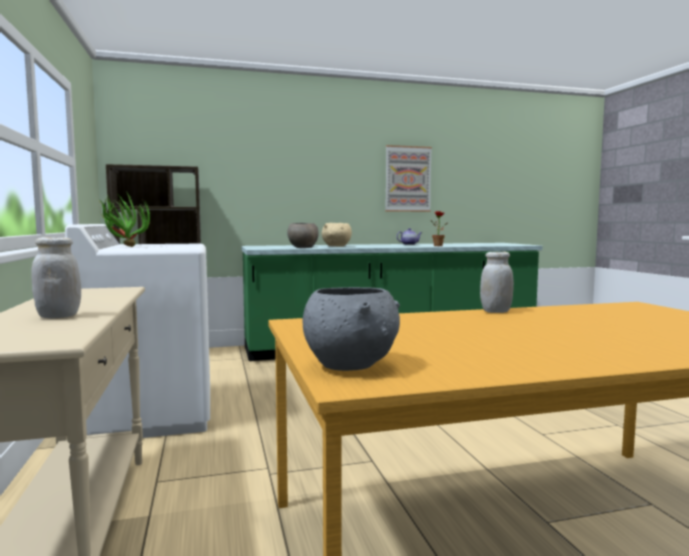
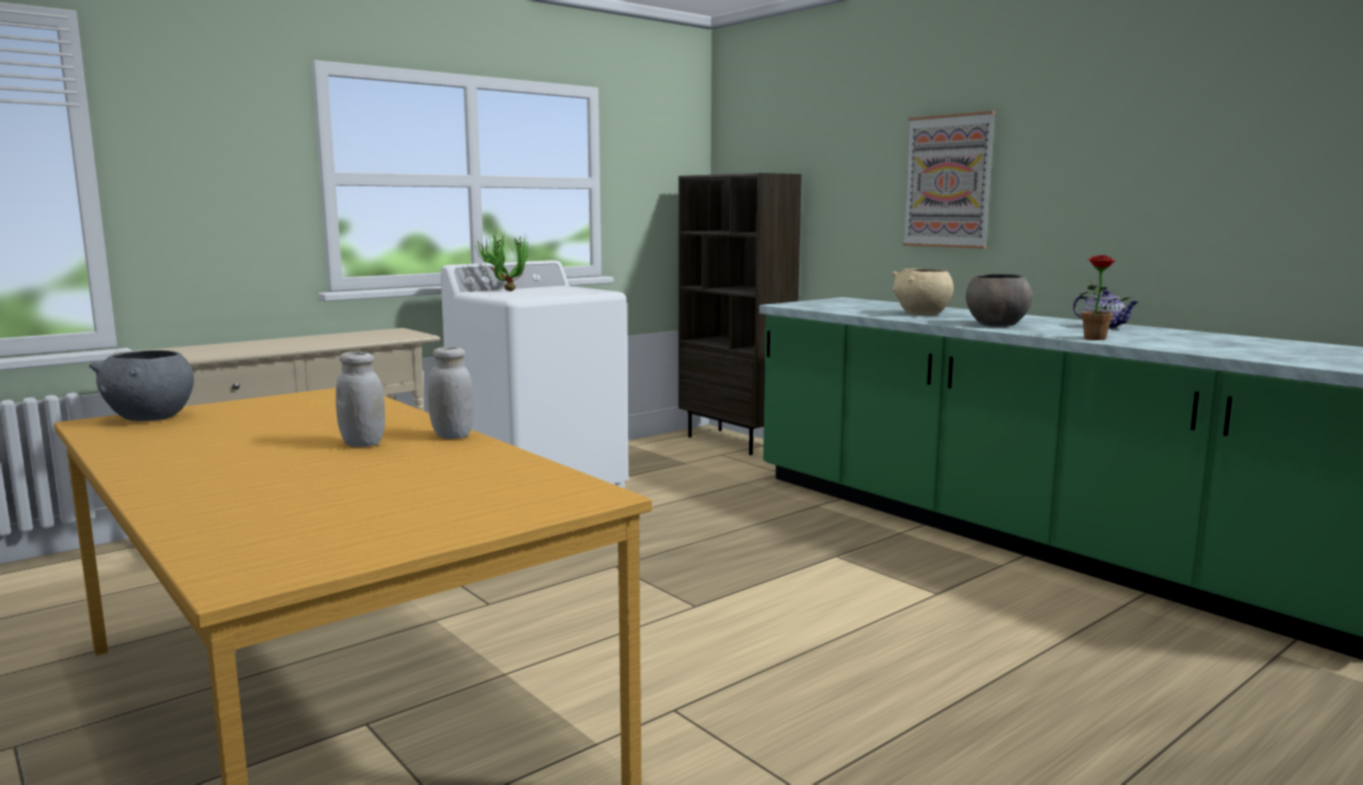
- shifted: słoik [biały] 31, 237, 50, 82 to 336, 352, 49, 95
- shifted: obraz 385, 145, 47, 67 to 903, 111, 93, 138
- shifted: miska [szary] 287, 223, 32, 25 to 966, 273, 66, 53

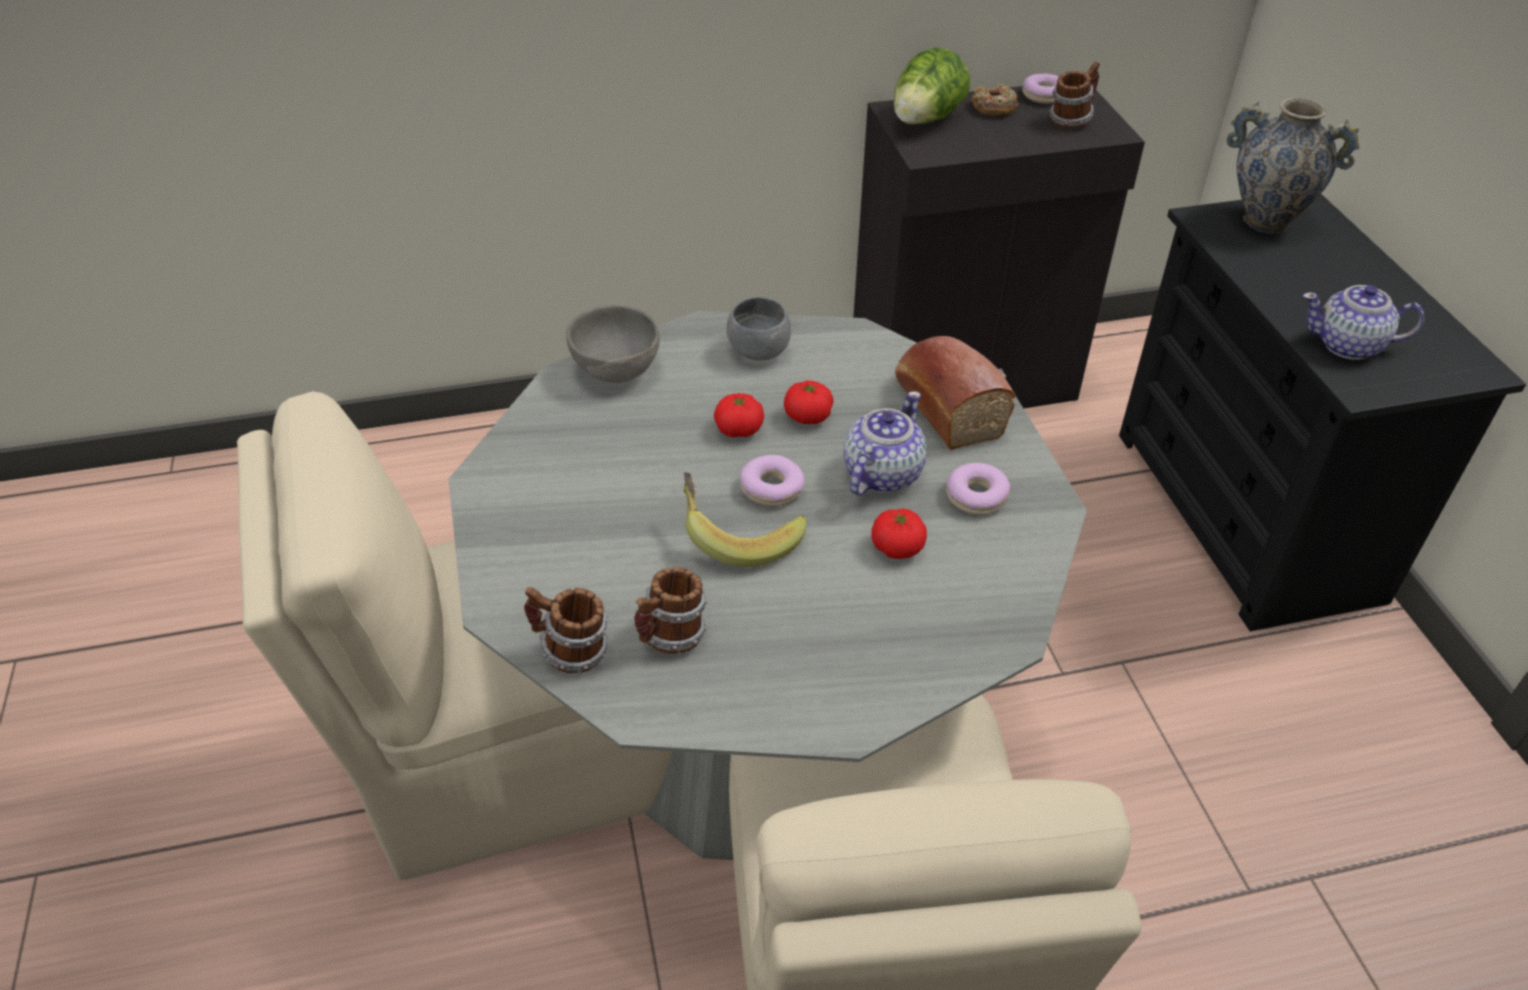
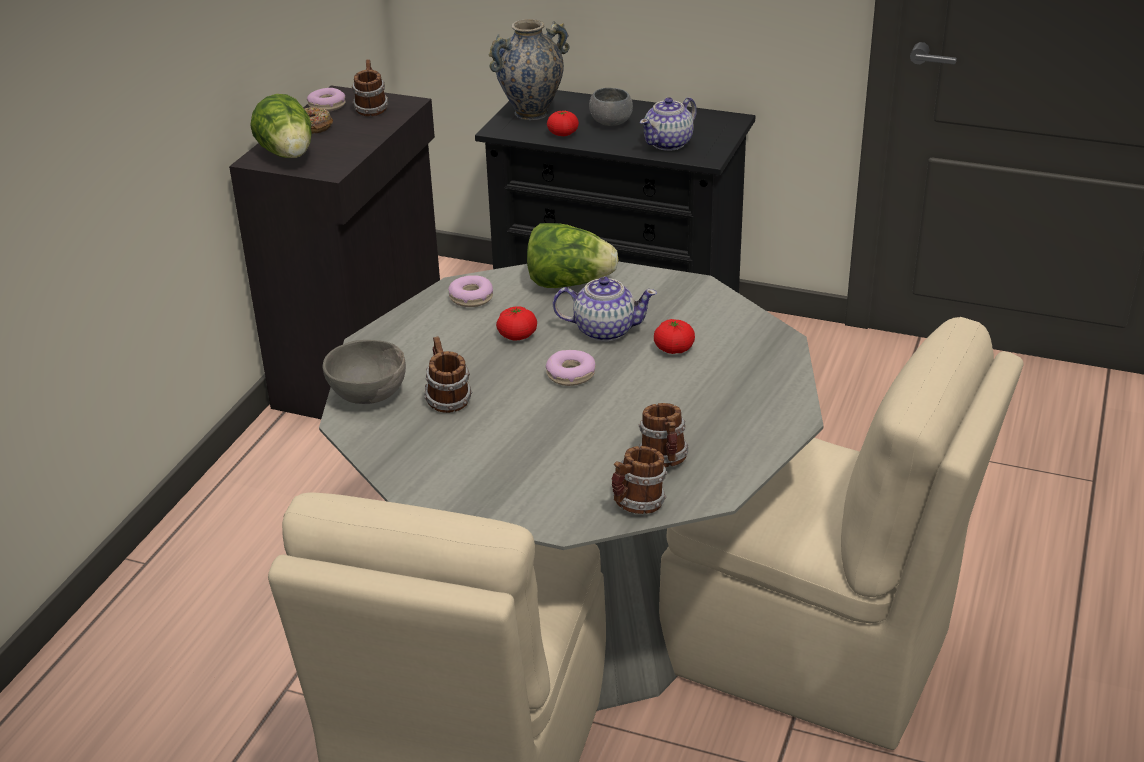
- new: kubek 424, 336, 48, 77
- shifted: donut 946, 463, 64, 52 to 448, 275, 45, 32
- swapped: chleb 895, 336, 121, 114 to sałata 527, 223, 91, 65
- shifted: pomidor 714, 393, 50, 44 to 547, 111, 32, 25
- rotated: imbryk 843, 391, 83, 105 = 553, 277, 104, 65 120 degrees clockwise
- shifted: miska [szary] 726, 297, 65, 64 to 589, 88, 44, 38
- gone: banan 684, 472, 123, 95

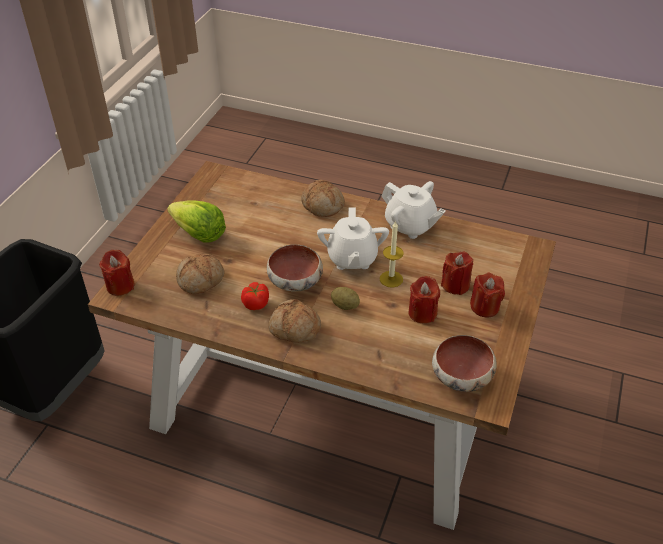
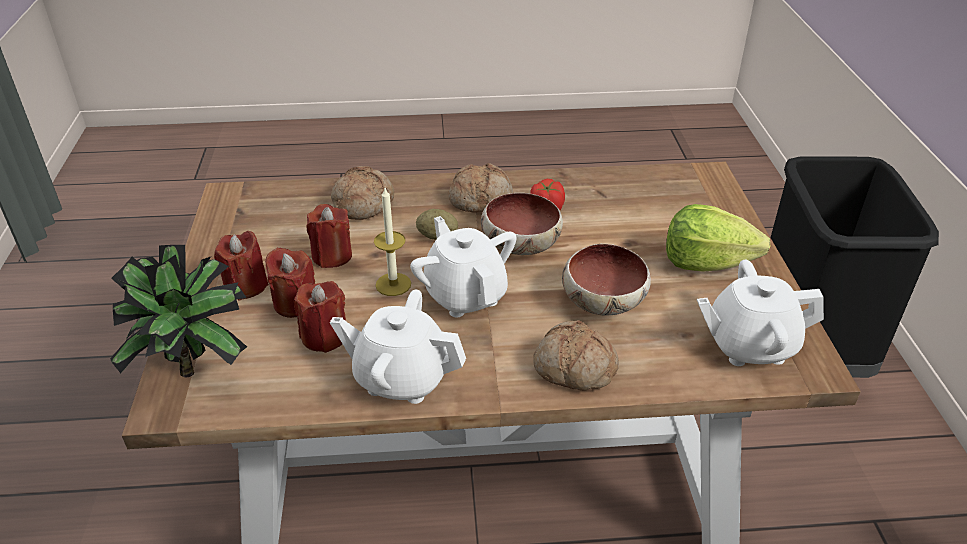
- new: roślina doniczkowa 110, 245, 137, 132
- shifted: świeca [czerwony] 99, 250, 36, 46 to 294, 281, 52, 72
- shifted: chleb 176, 253, 48, 41 to 331, 166, 63, 54
- shifted: miska 432, 335, 65, 57 to 562, 244, 89, 72
- new: imbryk [biały] 697, 260, 127, 106

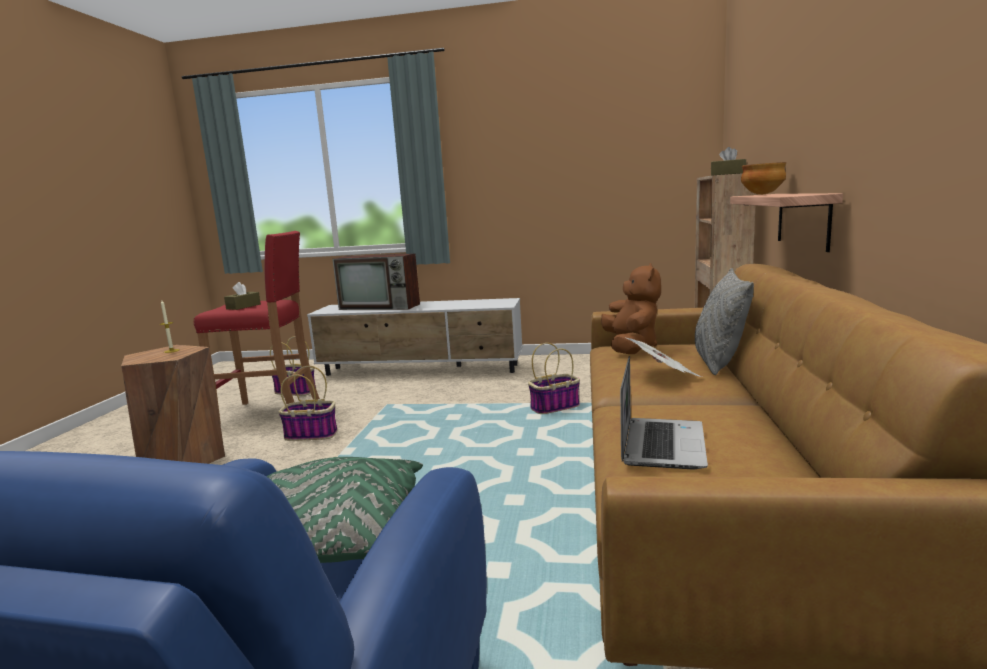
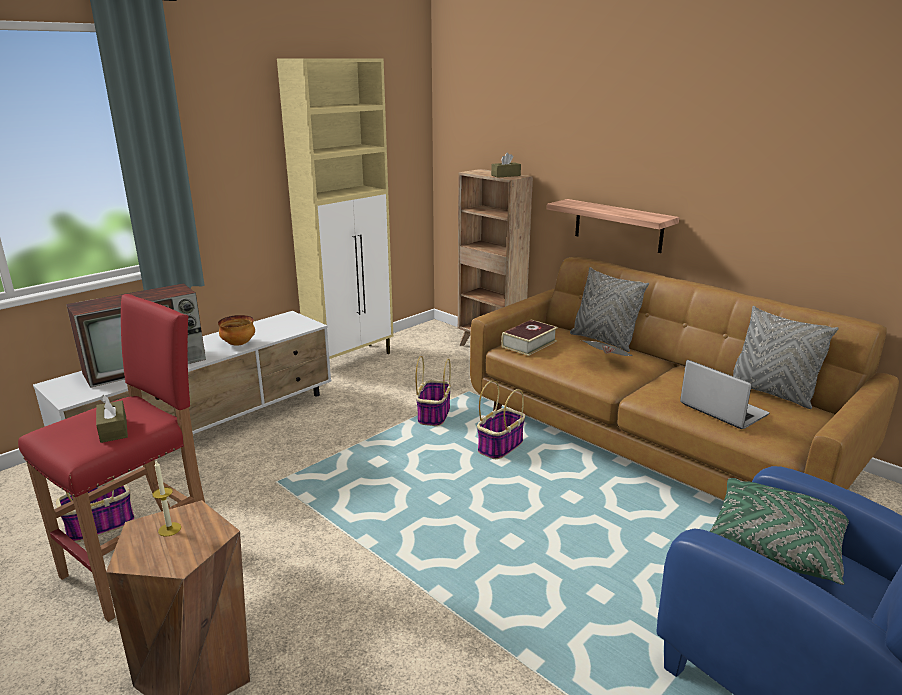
- shifted: miska 741, 162, 45, 33 to 218, 315, 37, 31
- new: szafka [beżowy] 277, 58, 116, 301
- shifted: koszyk 278, 366, 59, 75 to 477, 381, 48, 78
- swapped: pluszak [brązowy] 601, 263, 60, 91 to książka 501, 320, 57, 36
- new: poduszka [szary] 733, 306, 106, 103

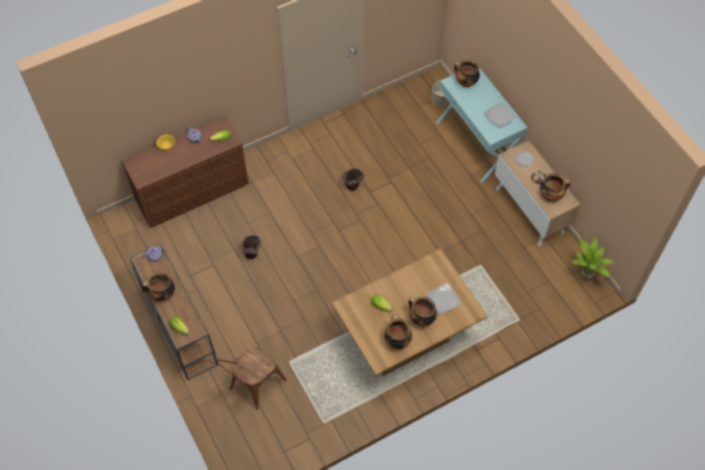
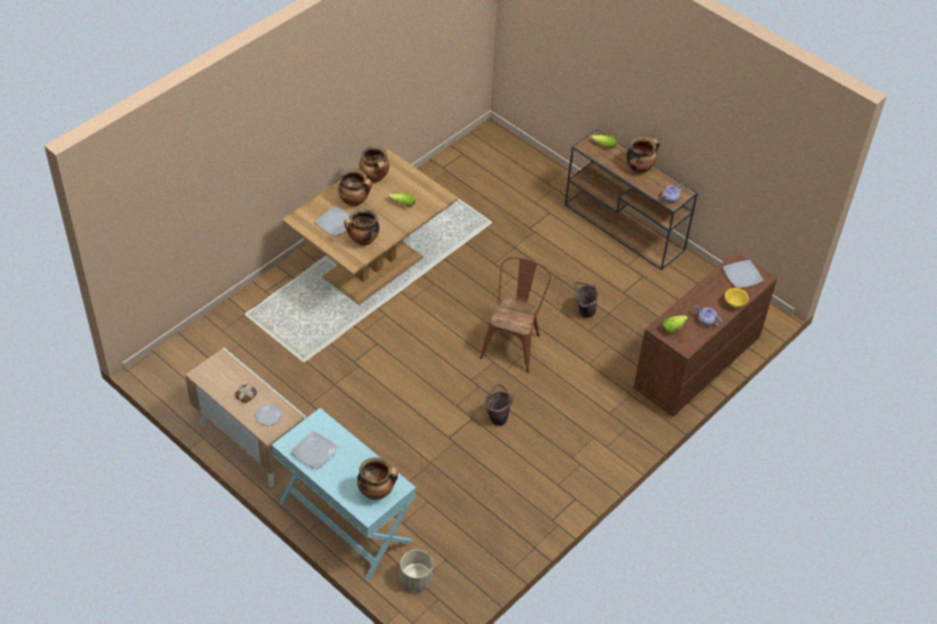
- shifted: garnek 540, 173, 31, 29 to 344, 208, 35, 38
- shifted: krzesło [brązowy] 217, 346, 69, 64 to 480, 257, 71, 115
- new: talerz 723, 260, 41, 28
- gone: roślina doniczkowa 571, 237, 43, 44

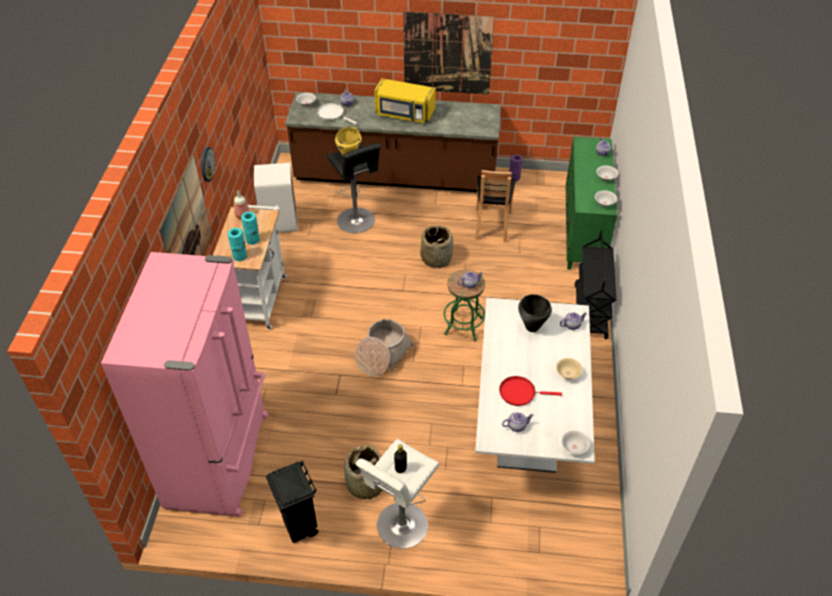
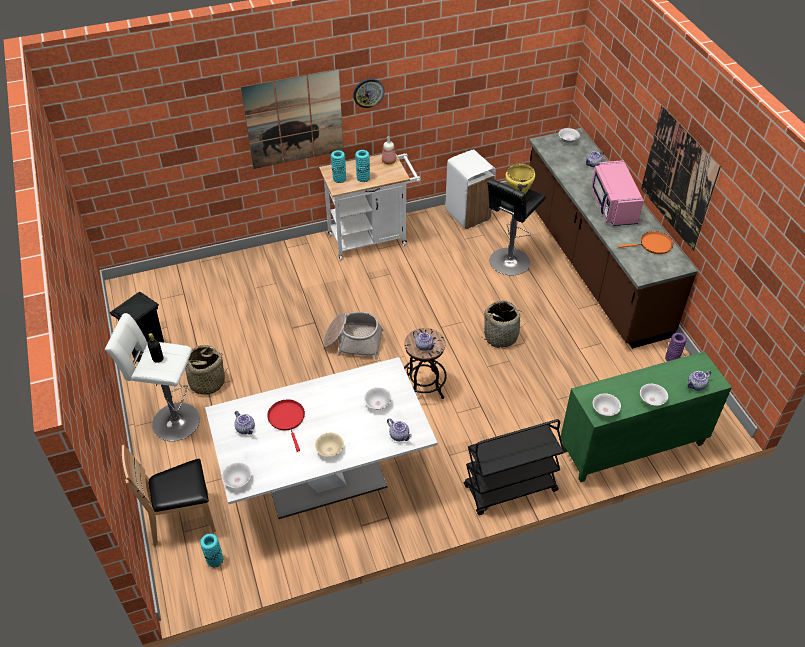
- shifted: krzesło [brązowy] 475, 170, 41, 72 to 122, 445, 94, 101
- new: wazon [turkusowy] 200, 534, 23, 33
- swapped: garnek [czarny] 518, 294, 34, 38 to miska [biały] 364, 387, 28, 23
- repainted: stołek [zielony] 444, 269, 41, 72 to stołek [czarny] 404, 328, 43, 71
- repainted: mikrofalówka [żółty] 374, 78, 62, 45 to mikrofalówka [różowy] 591, 160, 53, 66
- new: patelnia [pomarańczowy] 618, 231, 55, 23
- gone: lodówka [różowy] 101, 252, 167, 265
- gone: patelnia [biały] 317, 103, 40, 21

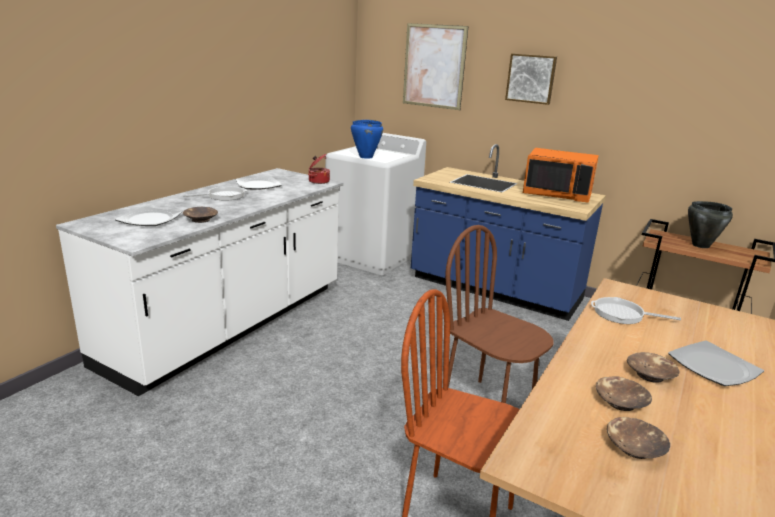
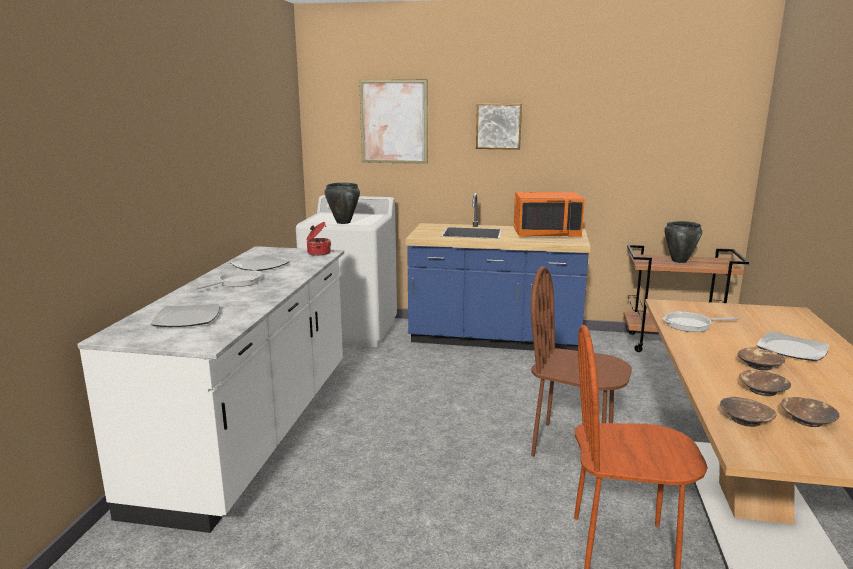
- repainted: garnek [niebieski] 351, 120, 32, 39 to garnek [czarny] 325, 182, 35, 42
- shifted: miska [brązowy] 183, 207, 35, 16 to 720, 397, 56, 30

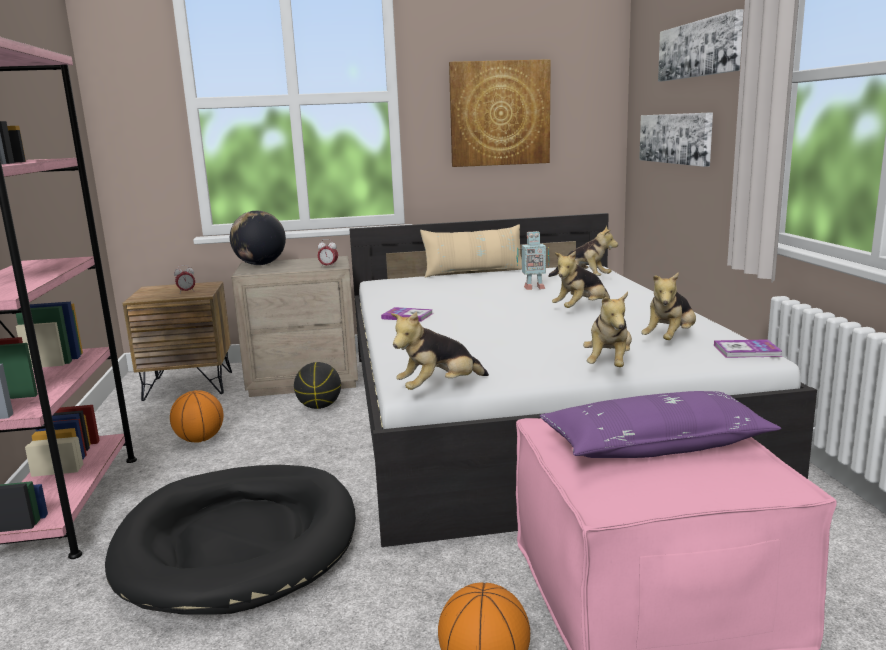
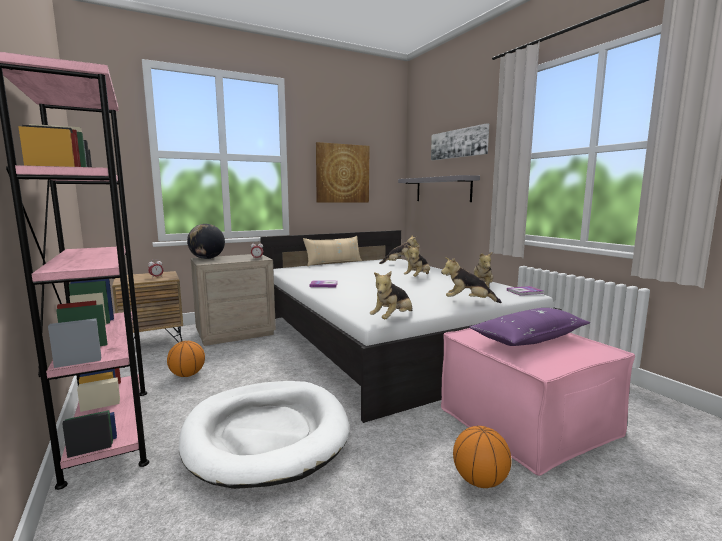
- repainted: legowisko [czarny] 105, 465, 251, 150 to legowisko [biały] 179, 381, 170, 108
- swapped: obraz 639, 112, 74, 55 to półka [szary] 398, 175, 82, 27
- rotated: pluszak 583, 292, 49, 75 = 441, 257, 61, 46 105 degrees clockwise
- gone: piłka do koszykówki 294, 362, 47, 47
- gone: robot zabawkowy 517, 231, 32, 59

